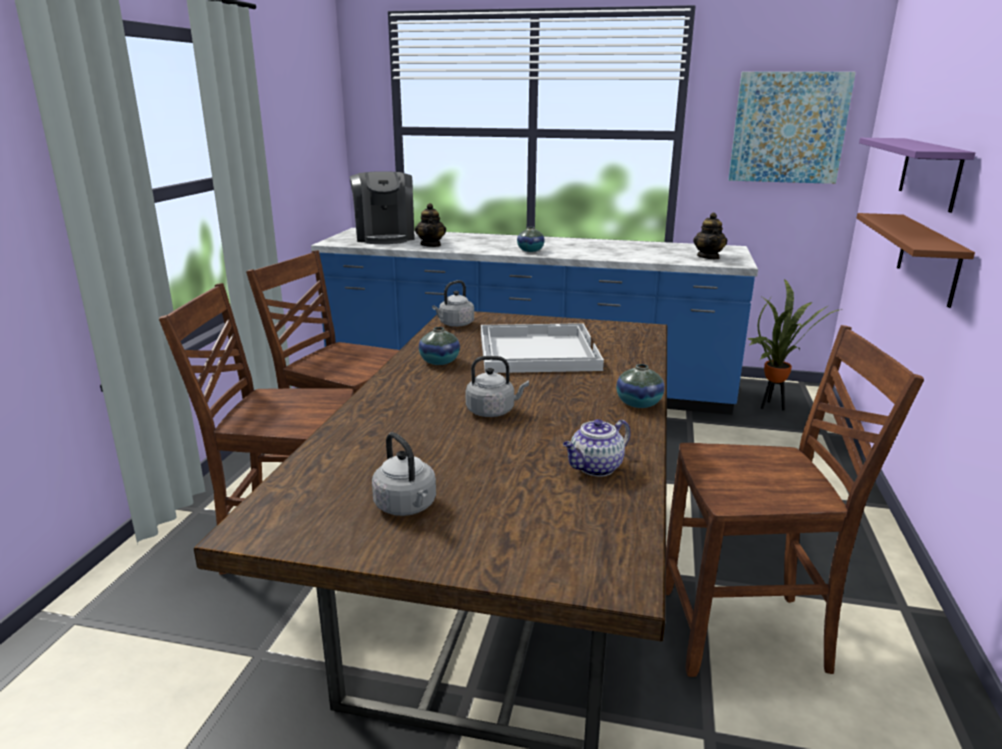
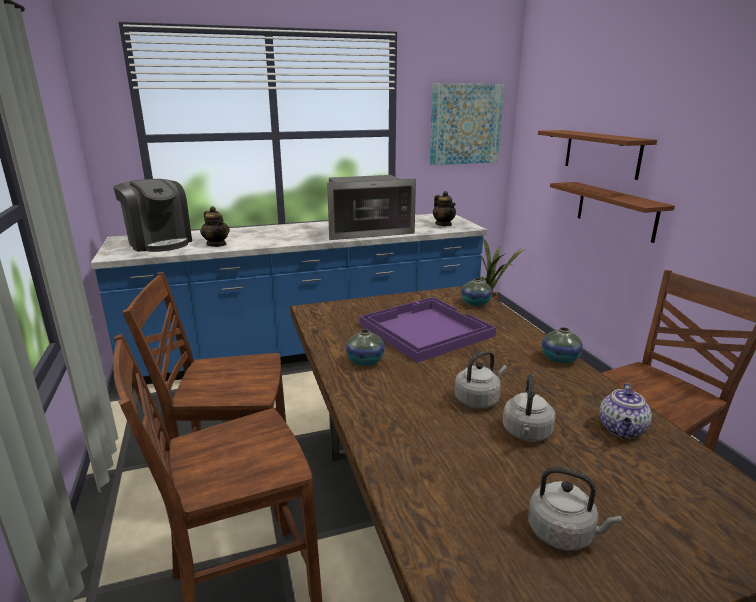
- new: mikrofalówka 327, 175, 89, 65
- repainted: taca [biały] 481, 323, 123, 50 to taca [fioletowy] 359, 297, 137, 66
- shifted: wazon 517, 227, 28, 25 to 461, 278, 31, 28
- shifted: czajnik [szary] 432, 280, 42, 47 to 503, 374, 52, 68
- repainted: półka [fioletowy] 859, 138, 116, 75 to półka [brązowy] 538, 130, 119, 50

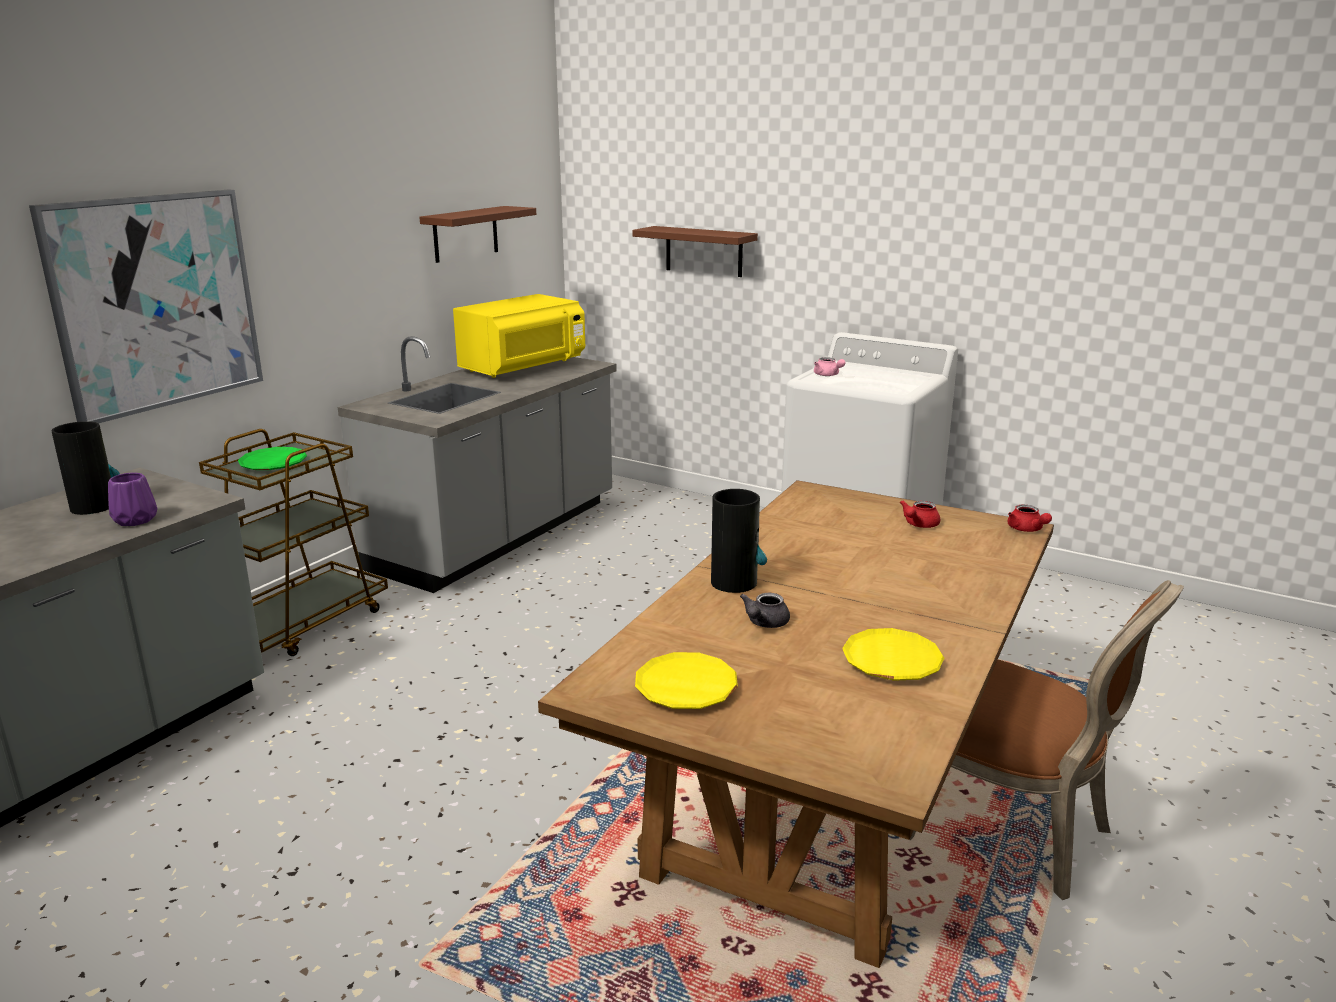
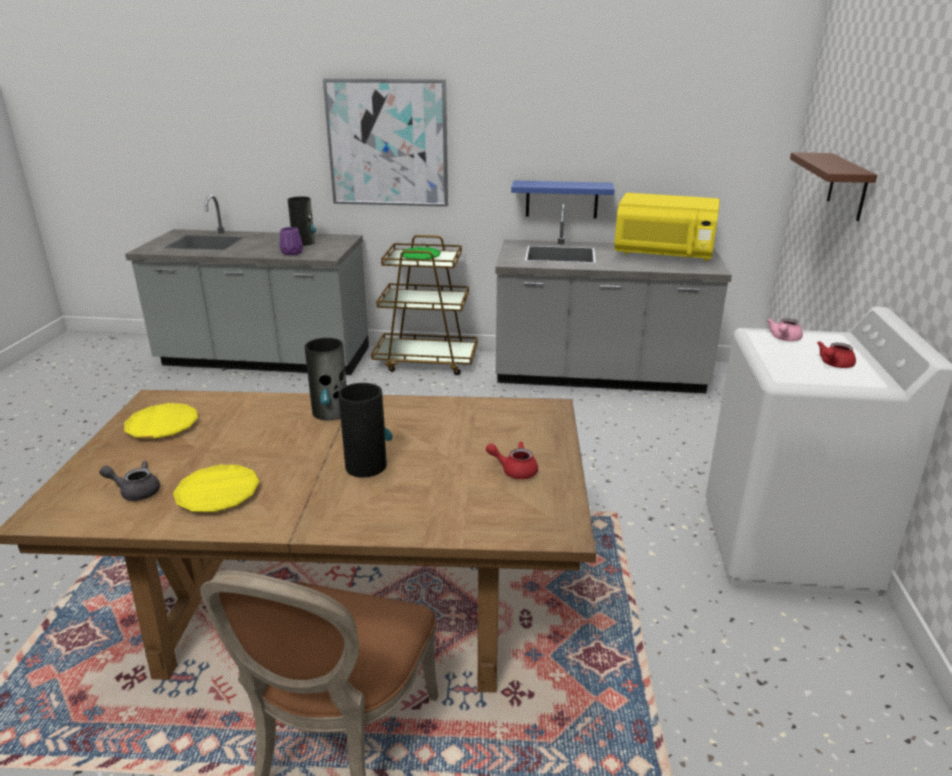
- shifted: imbryk [szary] 740, 593, 50, 35 to 99, 460, 61, 41
- new: wazon 338, 383, 55, 94
- new: półka [niebieski] 511, 181, 104, 38
- shifted: imbryk [czerwony] 1008, 505, 44, 27 to 817, 341, 39, 27
- gone: półka [brązowy] 419, 206, 117, 57

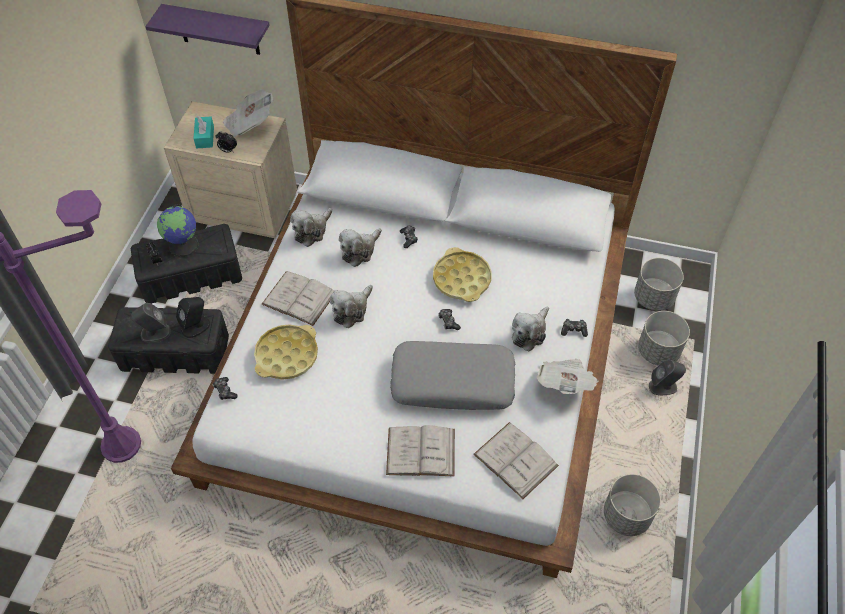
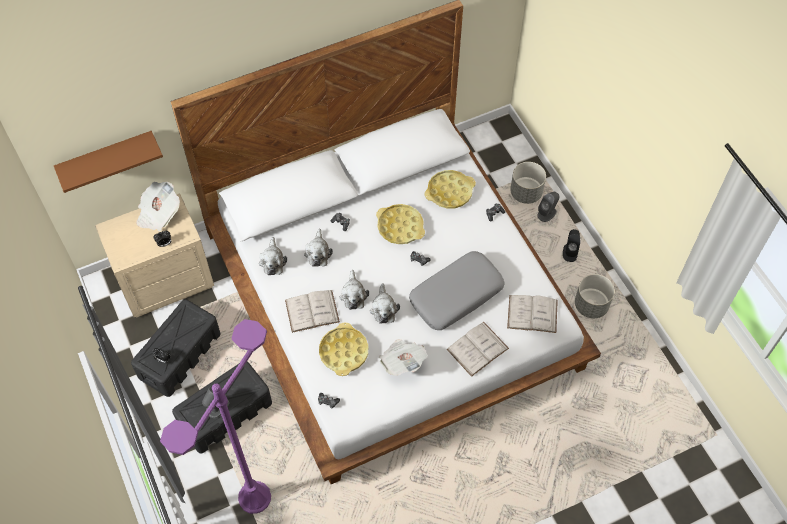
- repainted: półka [fioletowy] 145, 4, 125, 51 to półka [brązowy] 54, 131, 109, 62
- shifted: pluszak 512, 307, 37, 45 to 370, 283, 30, 41
- shifted: gazeta 537, 359, 62, 35 to 379, 339, 49, 37
- new: taca [żółty] 425, 170, 51, 39
- shifted: głośnik [czarny] 176, 297, 34, 41 to 563, 229, 17, 33
- gone: globus 157, 204, 41, 53
- gone: pudełko chusteczek [turkusowy] 193, 116, 21, 33
- gone: donica [szary] 634, 258, 50, 53

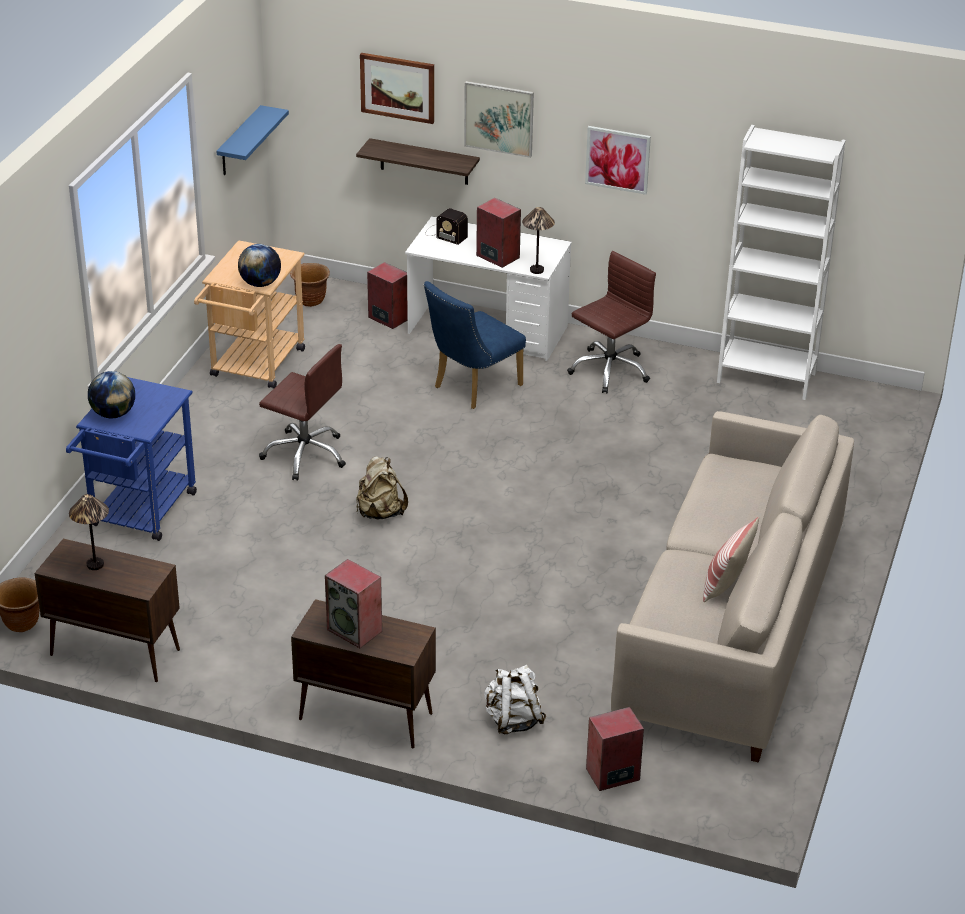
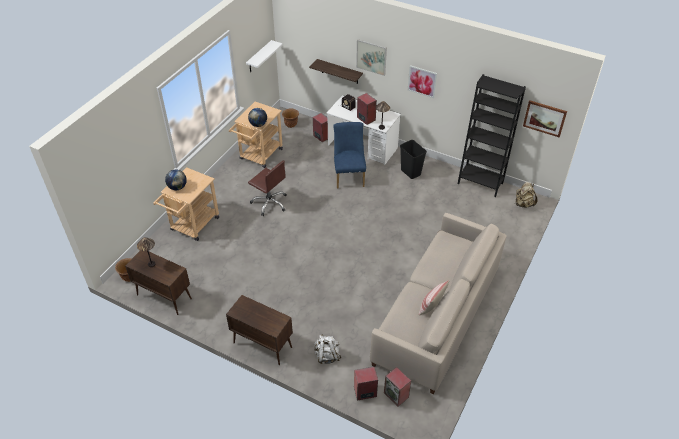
- repainted: wózek [niebieski] 66, 377, 131, 164 to wózek [beżowy] 153, 167, 66, 74
- repainted: półka [niebieski] 217, 105, 72, 70 to półka [biały] 246, 40, 37, 32
- rotated: krzesło [niebieski] 424, 281, 102, 128 = 333, 122, 33, 66 120 degrees clockwise
- shifted: głośnik 325, 559, 57, 89 to 384, 367, 27, 39
- swapped: krzesło biurowe [brązowy] 567, 251, 89, 142 to kosz na śmieci [czarny] 400, 140, 27, 39
- repainted: regał [biały] 717, 125, 128, 275 to regał [czarny] 458, 74, 68, 123
- shifted: plecak [beżowy] 356, 456, 52, 63 to 515, 182, 23, 26
- shifted: obraz 360, 53, 74, 71 to 523, 100, 44, 37

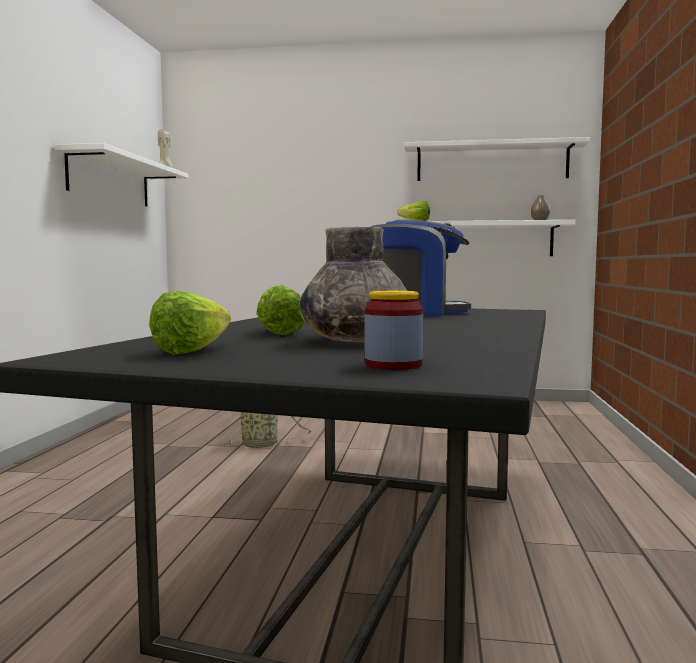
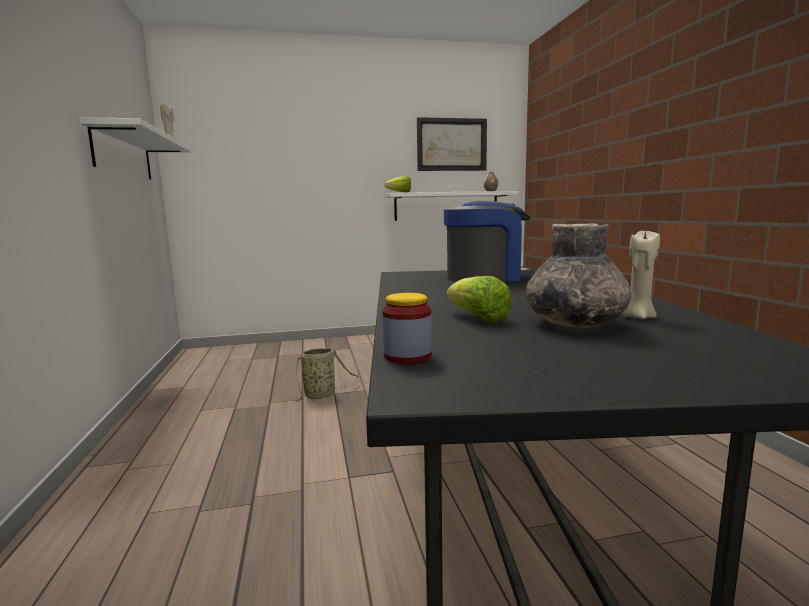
- shifted: słoik 365, 291, 58, 79 to 382, 293, 50, 71
- swapped: półka [biały] 404, 137, 187, 44 to obraz 417, 117, 70, 54
- new: świeca [beżowy] 621, 230, 39, 89
- gone: sałata 149, 291, 82, 64

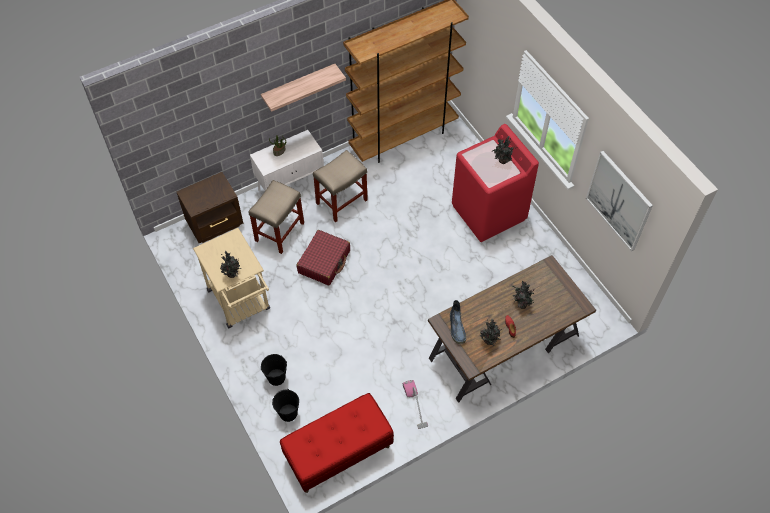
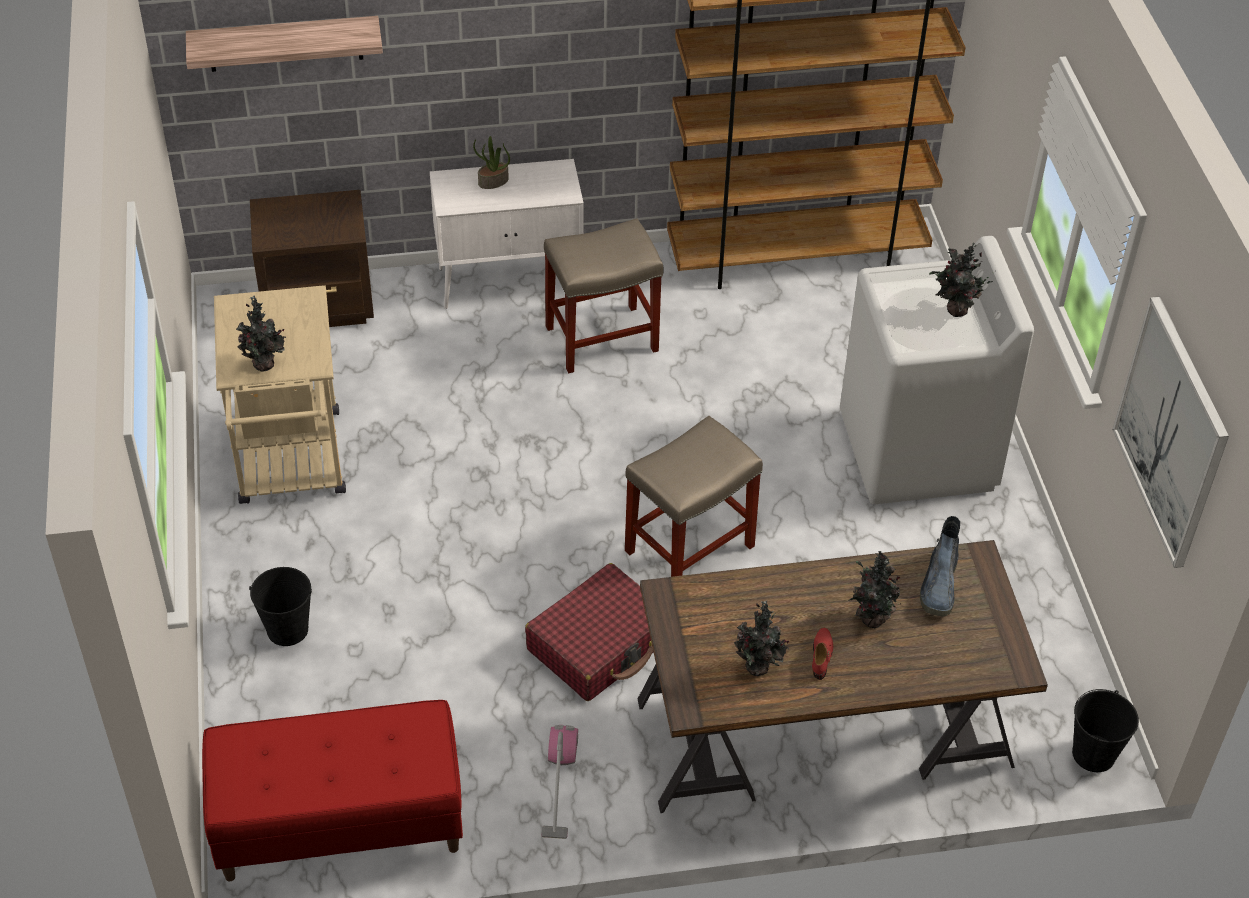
- shifted: półka 261, 64, 85, 48 to 186, 16, 197, 56
- shifted: walizka [czerwony] 297, 230, 53, 56 to 525, 563, 128, 138
- shifted: stołek [beżowy] 248, 180, 56, 74 to 625, 416, 138, 161
- repainted: pralka [czerwony] 452, 124, 87, 118 to pralka [biały] 840, 236, 194, 268
- shifted: but z cholewką 450, 300, 16, 44 to 920, 516, 40, 101
- shifted: wiadro [czarny] 272, 389, 27, 33 to 1072, 689, 67, 83

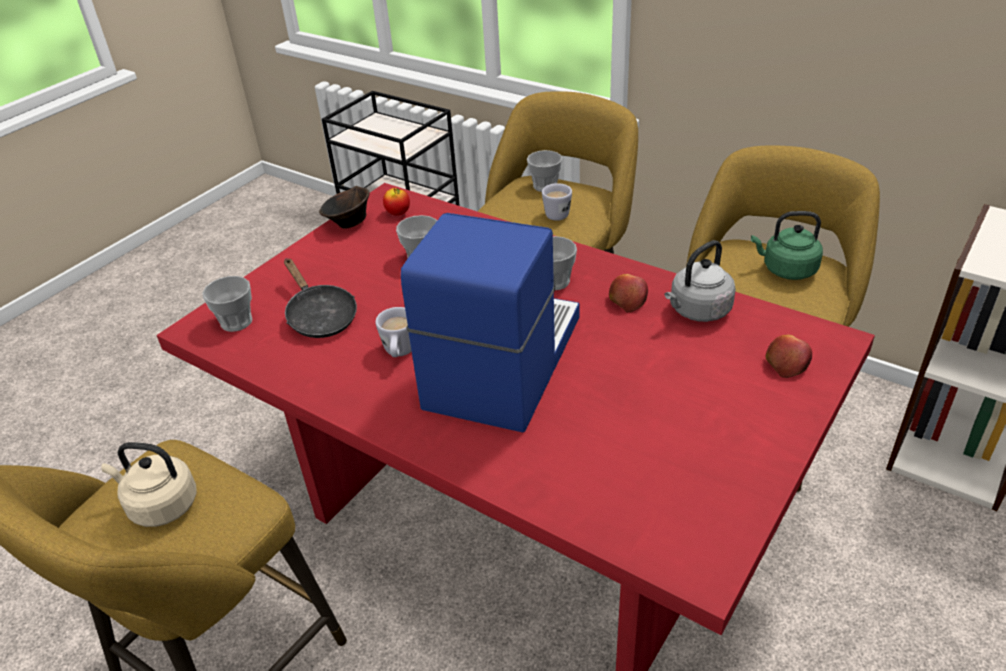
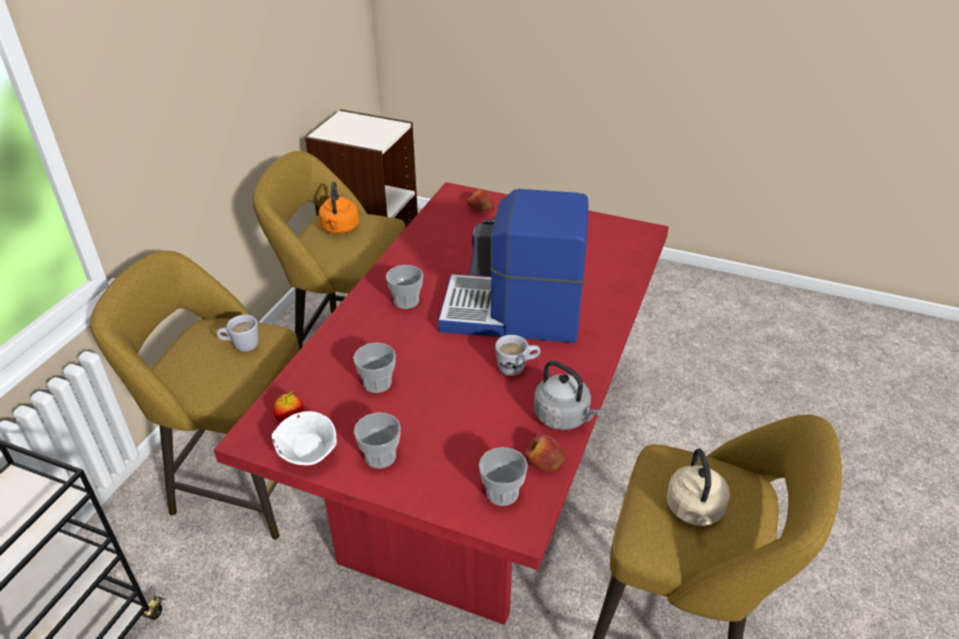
- repainted: miska [brązowy] 319, 186, 51, 43 to miska [biały] 272, 411, 65, 54
- repainted: czajnik [zielony] 751, 211, 72, 69 to czajnik [pomarańczowy] 319, 182, 40, 52
- shifted: filiżanka 527, 150, 35, 42 to 354, 412, 47, 57
- shifted: jabłko 609, 274, 39, 38 to 524, 434, 41, 37
- shifted: czajnik [szary] 664, 240, 72, 82 to 534, 361, 66, 69
- gone: patelnia [czarny] 284, 258, 73, 80

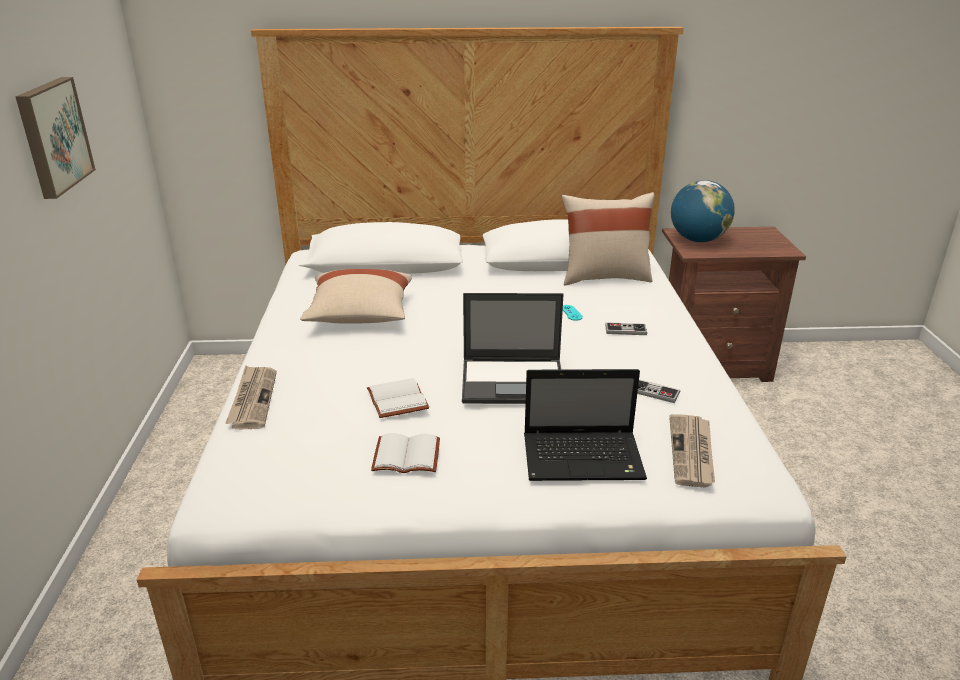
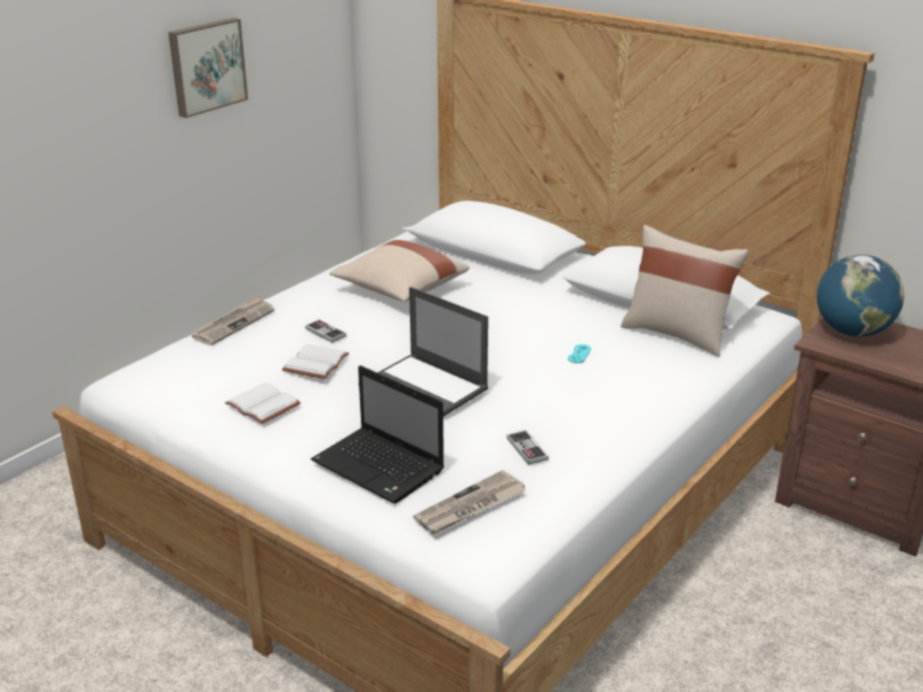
- shifted: pad do gier 605, 322, 42, 13 to 305, 319, 42, 24

